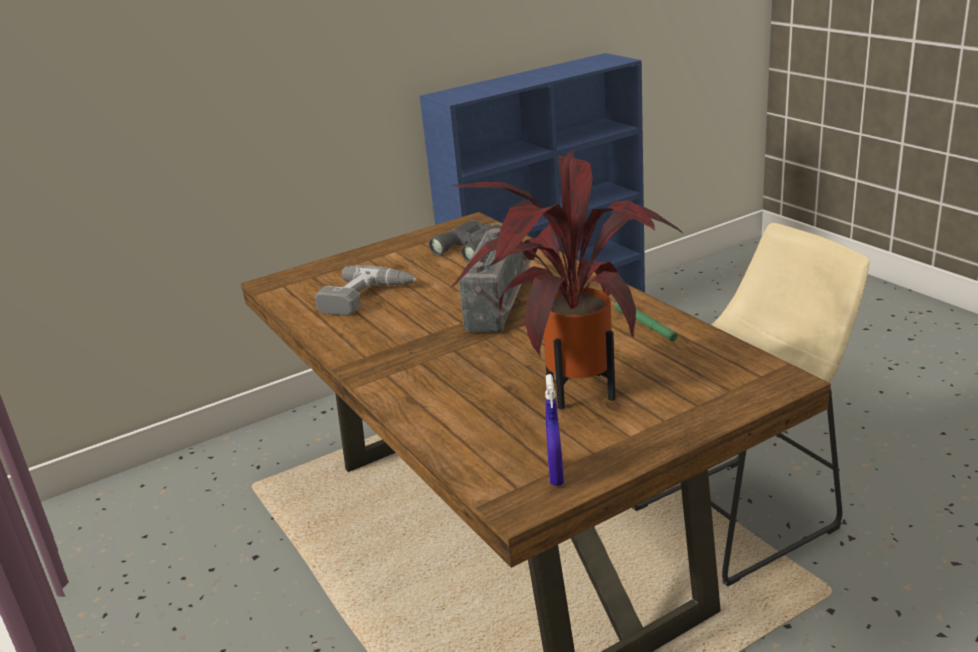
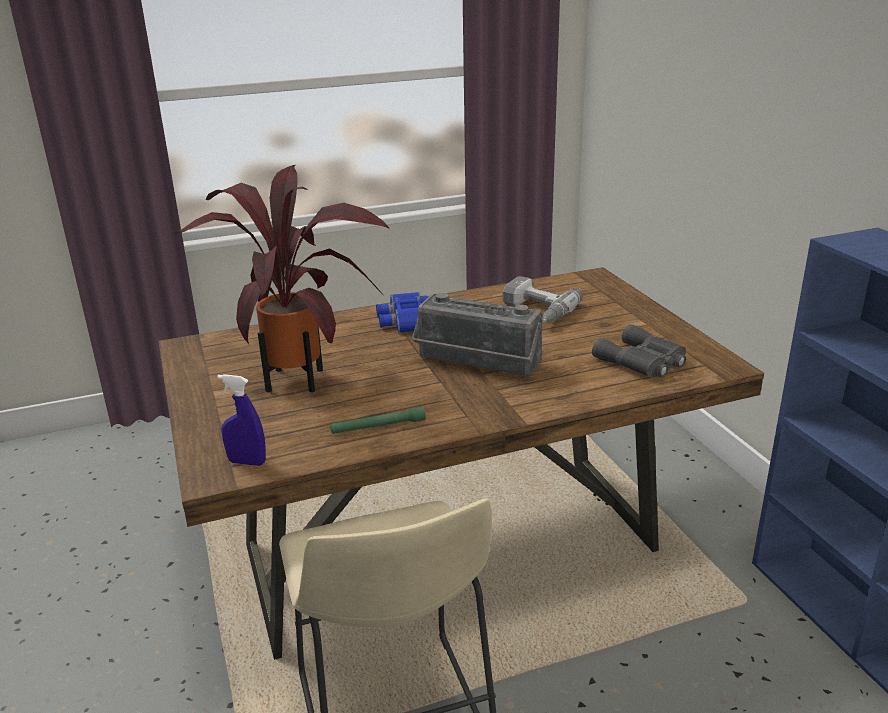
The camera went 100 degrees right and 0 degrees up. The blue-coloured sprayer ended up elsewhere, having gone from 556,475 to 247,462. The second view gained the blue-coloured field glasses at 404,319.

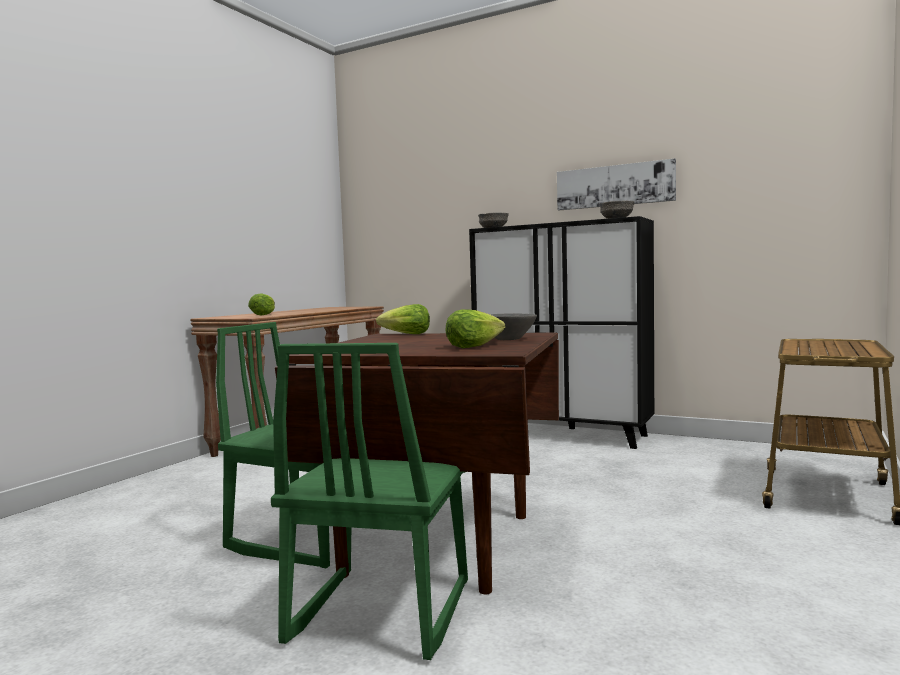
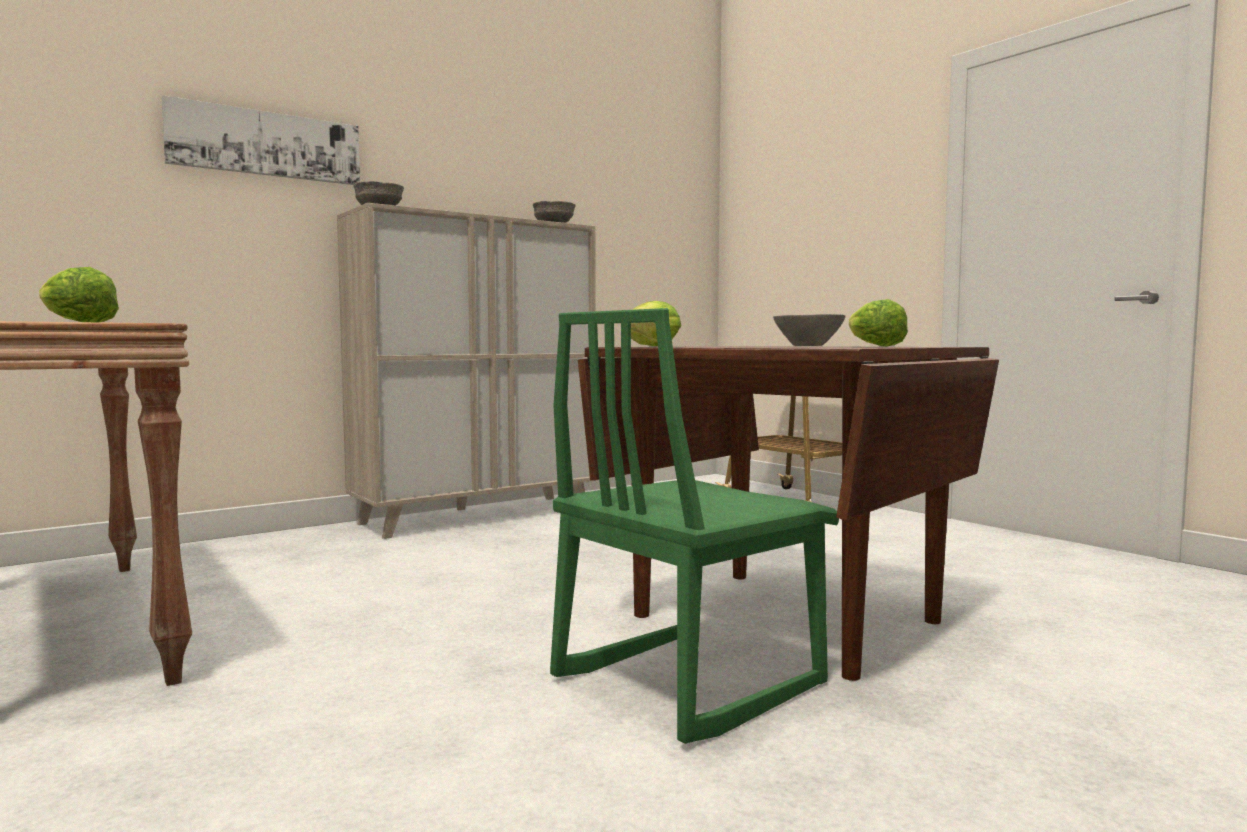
The camera went 65 degrees left and 0 degrees up. The wall art ended up elsewhere, having gone from 614,186 to 266,144. What was the blackish storage cabinet at 563,435 turned into the beige-coloured storage cabinet at 477,516. The second view lost the green-coloured plain chair at 379,611.

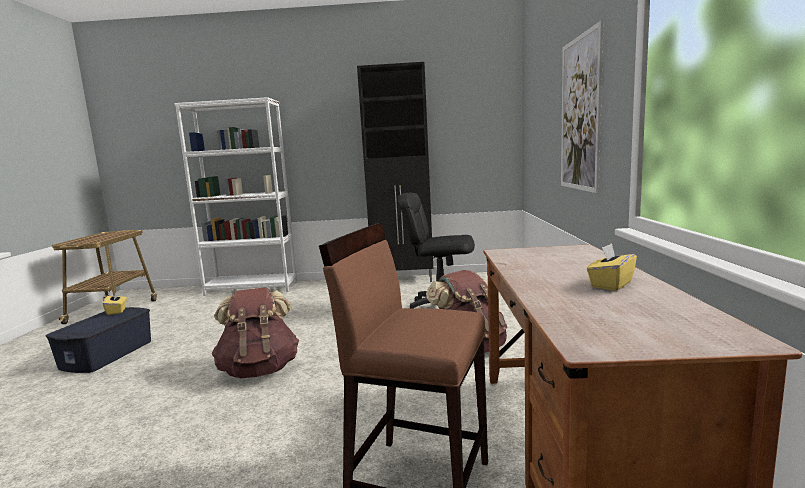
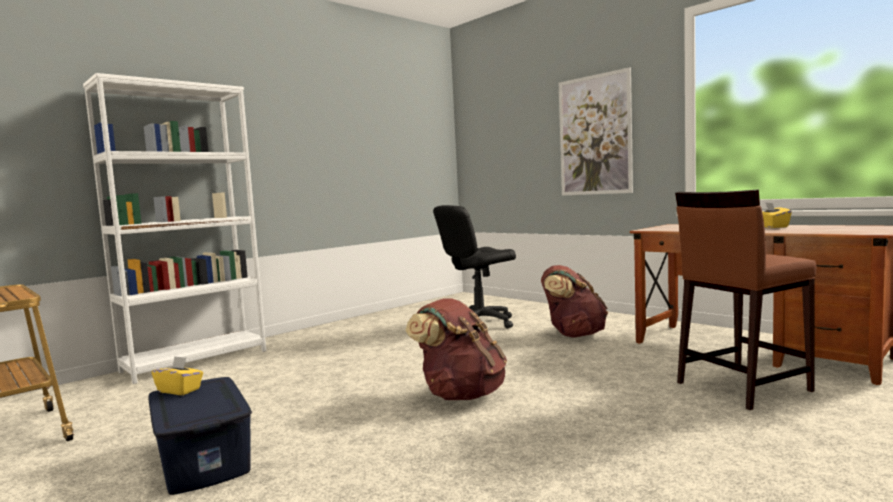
The camera went 45 degrees left and 5 degrees down. The second view lost the blackish storage cabinet at 404,280.

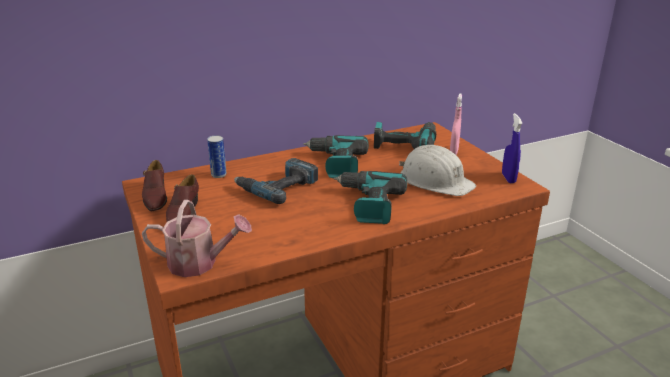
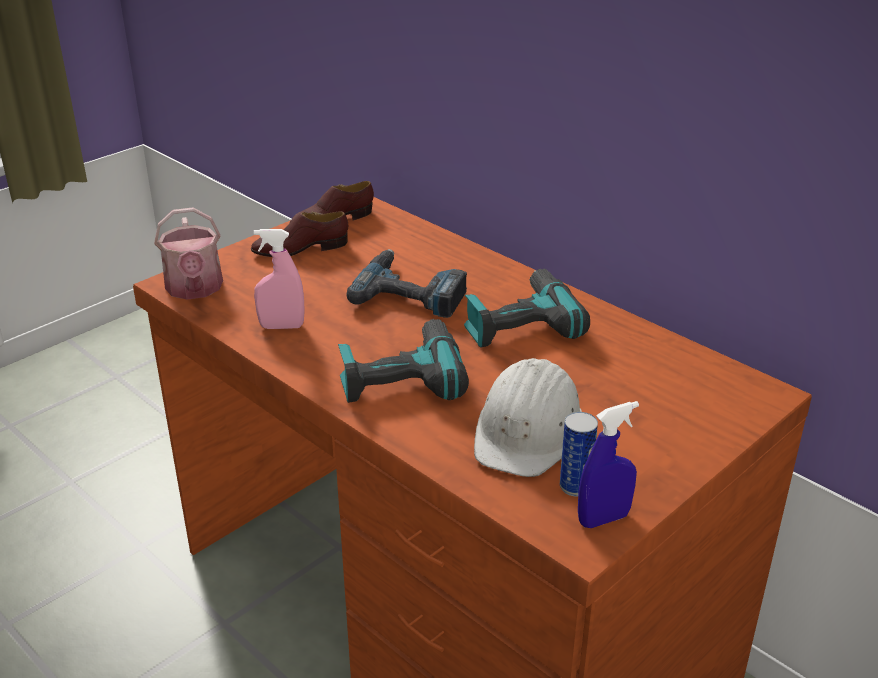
The camera went 70 degrees right and 5 degrees up. The pinkish sprayer ended up elsewhere, having gone from 453,152 to 282,326. The second view lost the power drill at 405,144. The can ended up elsewhere, having gone from 218,175 to 575,487.

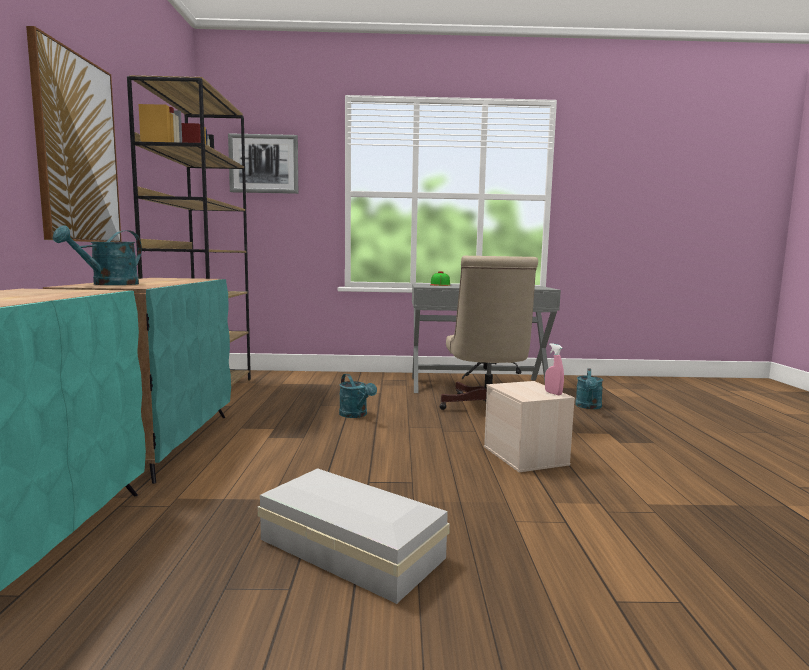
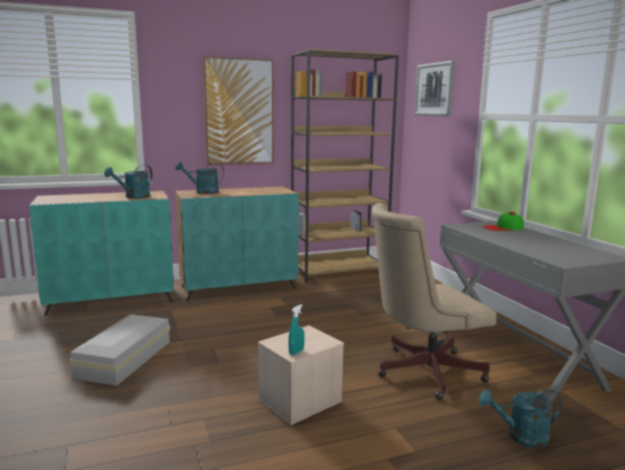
The camera went 70 degrees right and 5 degrees up. What was the pinkish sprayer at 553,393 turned into the blue-green sprayer at 296,352. The blue-green watering can ended up elsewhere, having gone from 356,415 to 133,197.

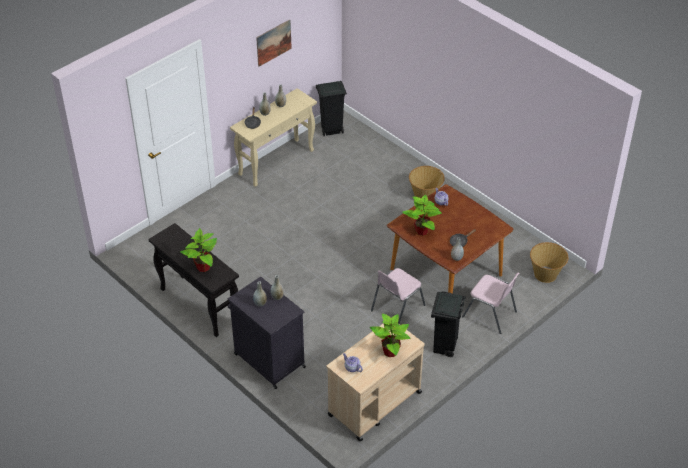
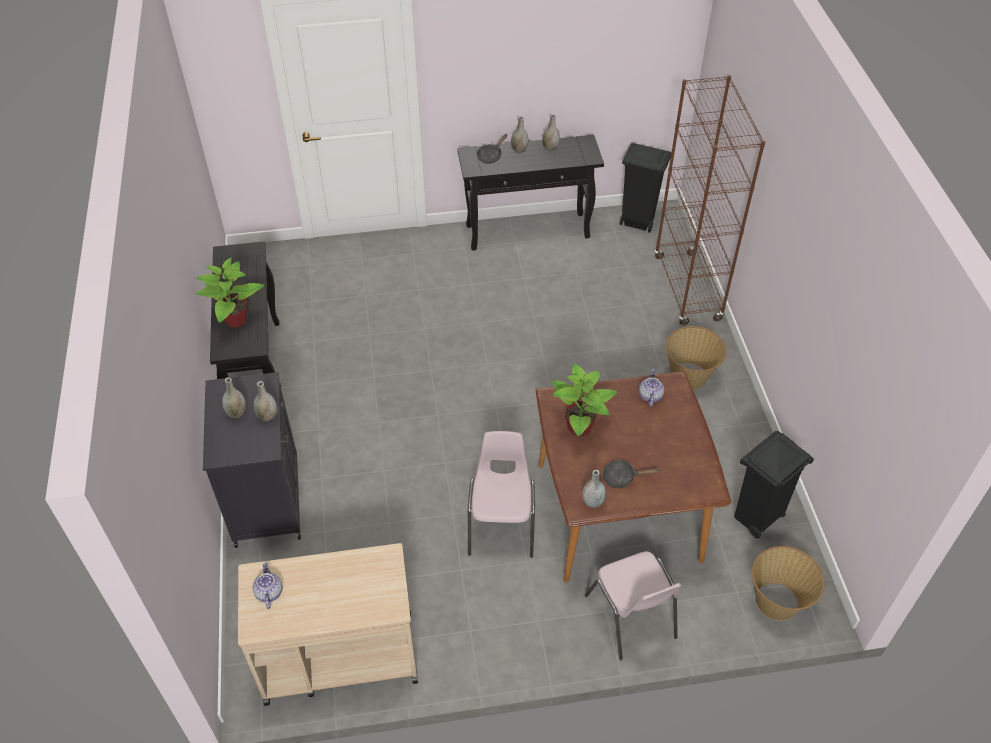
The camera went 35 degrees right and 5 degrees up. The second view lost the wall art at 273,42. What was the beige-coloured narrow table at 276,162 turned into the blackish narrow table at 528,231. The pinkish plain chair at 396,308 ended up facing another way, 105 degrees clockwise from before. The blackish trash can ended up elsewhere, having gone from 444,347 to 756,518. The second view lost the plant in a pot at 391,352. The second view gained the brown-coloured bookcase at 687,288.

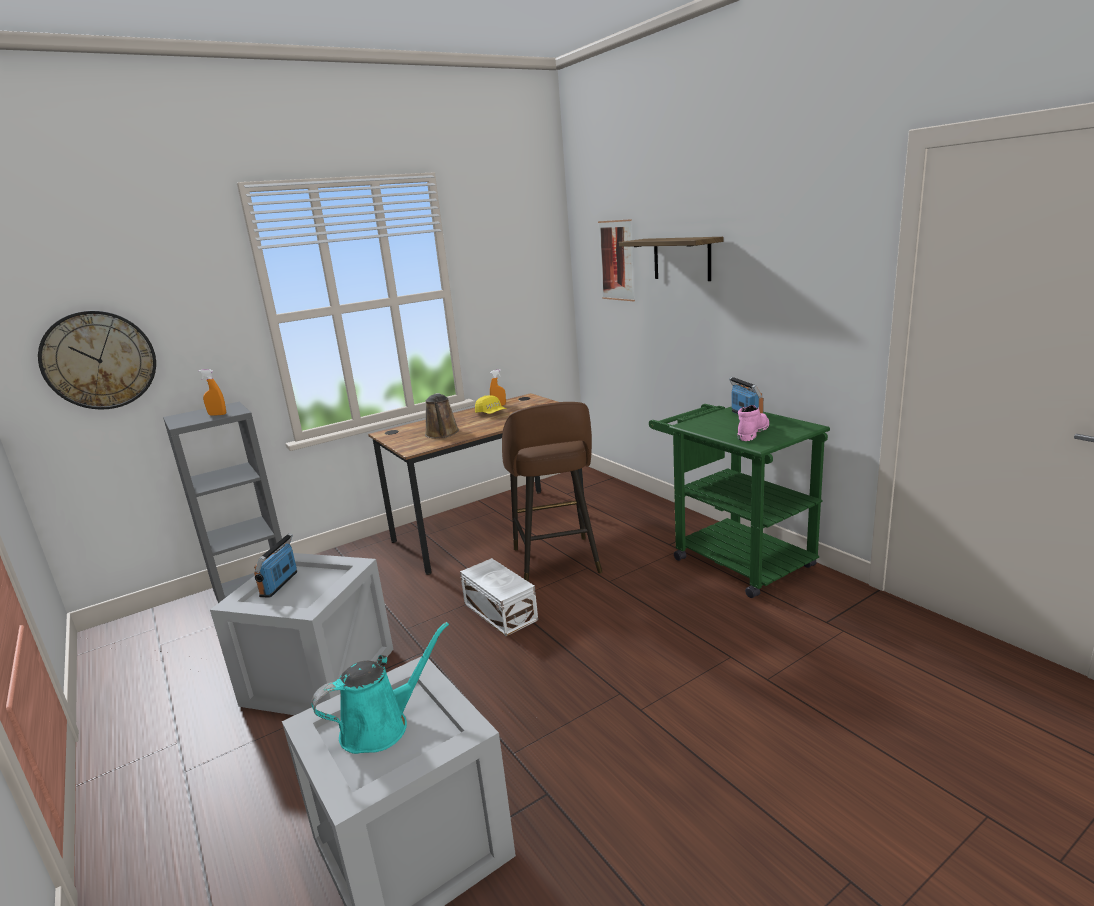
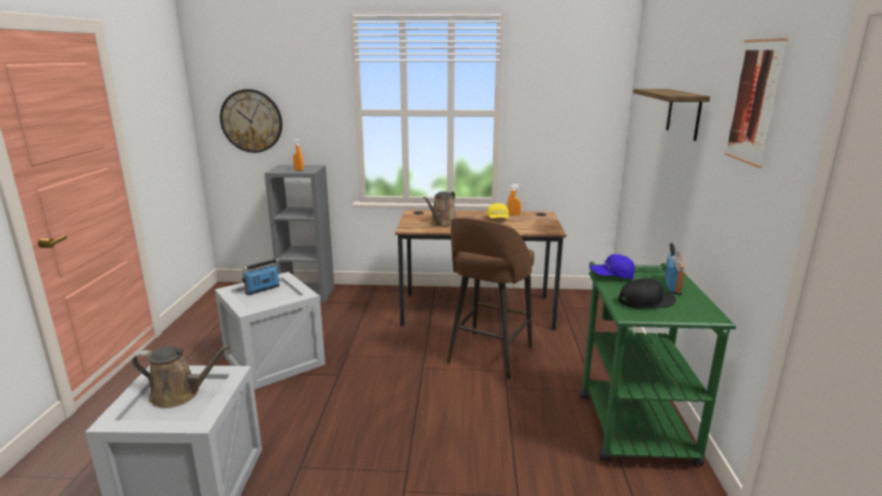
The camera went 35 degrees right and 0 degrees up. The wall art ended up elsewhere, having gone from 617,260 to 754,102. Where the pinkish high-top boot stood at 752,432, the blackish cap came to stand at 646,302. The second view lost the white-coloured storage box at 500,611. What was the blue-green watering can at 381,726 turned into the brown-coloured watering can at 179,394. The second view gained the blue-coloured cap at 611,276.

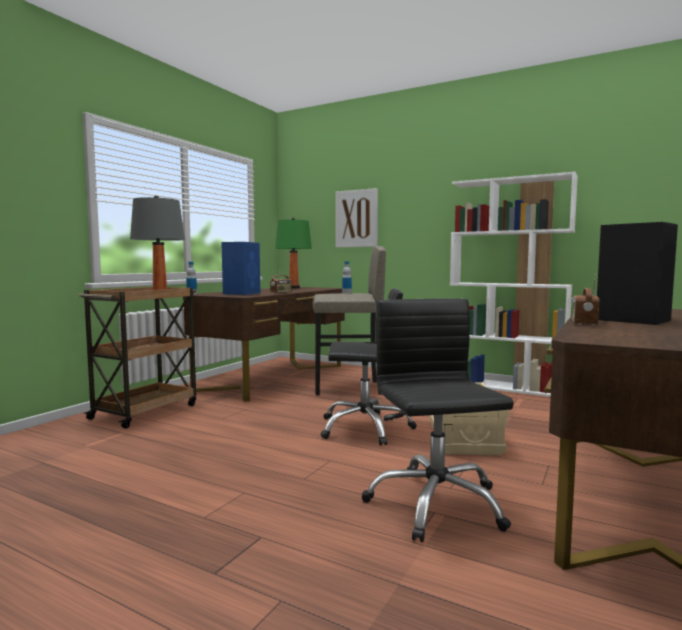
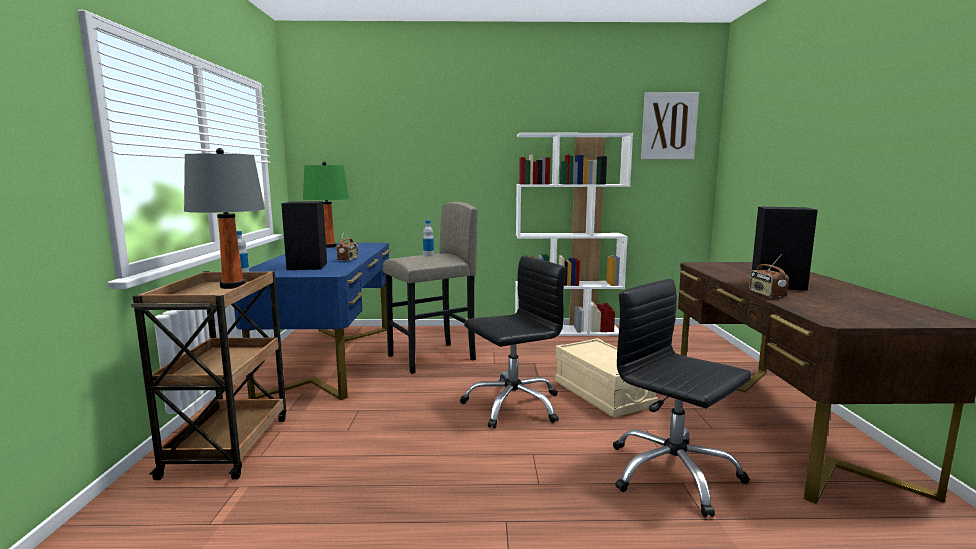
The camera went 30 degrees left and 5 degrees up. The wall art ended up elsewhere, having gone from 356,218 to 669,126. What was the blue-coloured loudspeaker at 242,293 turned into the blackish loudspeaker at 307,266. What was the brown-coloured desk at 273,377 turned into the blue-coloured desk at 331,358.

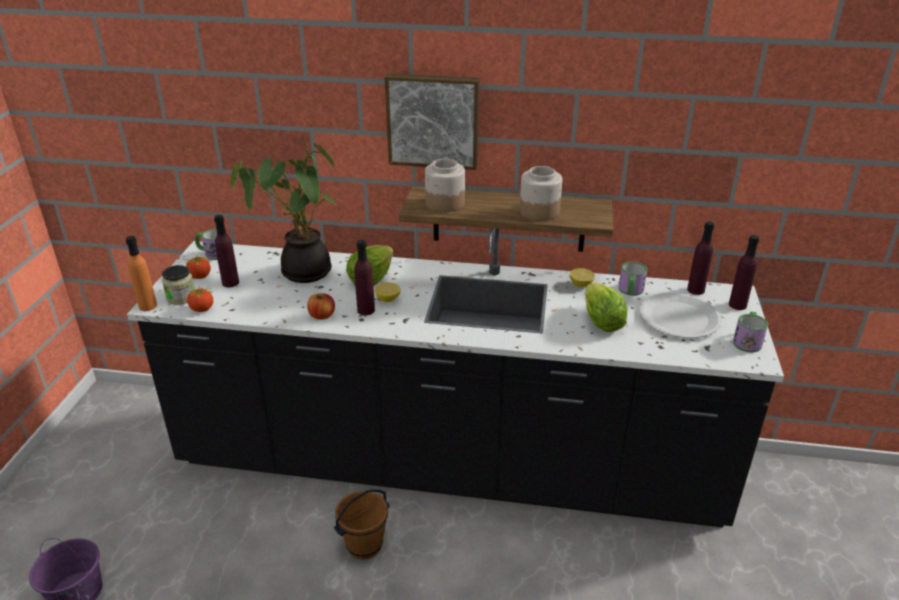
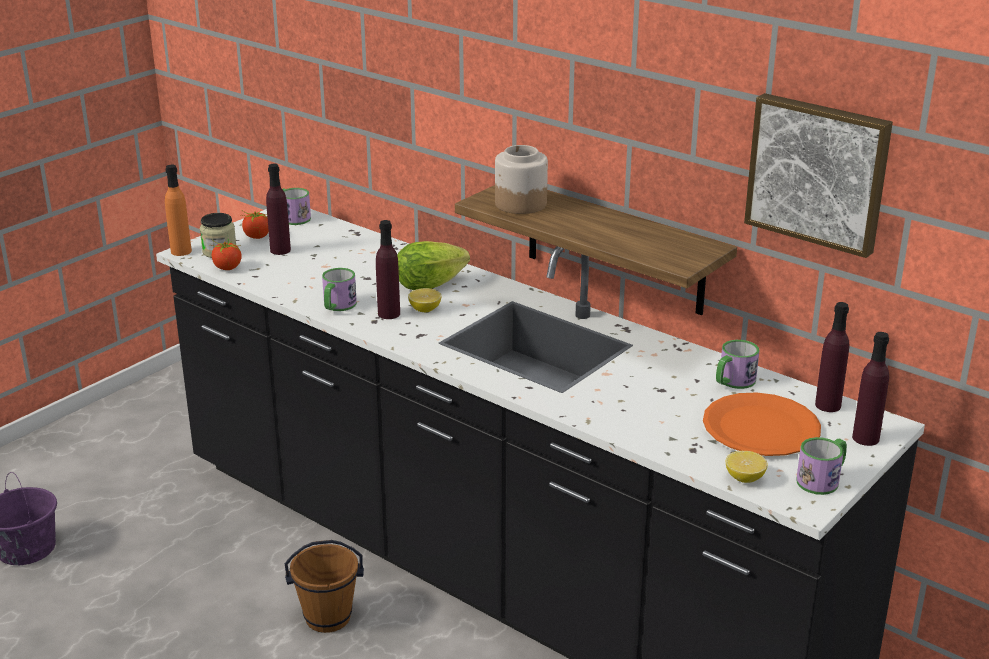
The camera went 30 degrees right and 5 degrees down. The wall art ended up elsewhere, having gone from 433,120 to 818,172. The second view lost the plant in a pot at 302,272. The second view lost the storage jar at 539,211. The whole lemon ended up elsewhere, having gone from 581,284 to 744,478. The second view lost the head of lettuce at 601,322. Where the whole apple stood at 322,315, the mug came to stand at 337,306. What was the white-coloured plate at 679,317 turned into the orangey plate at 760,428.

